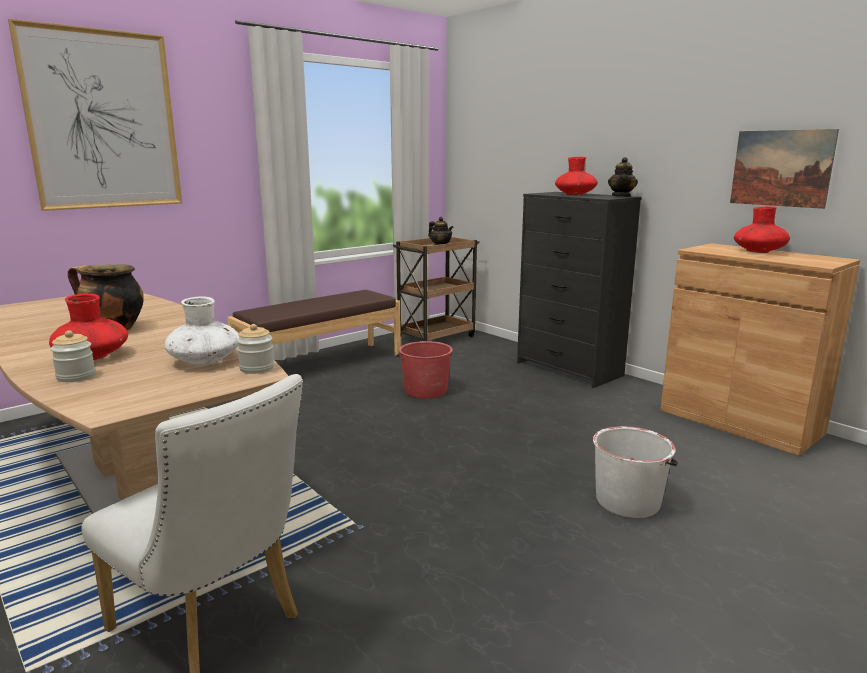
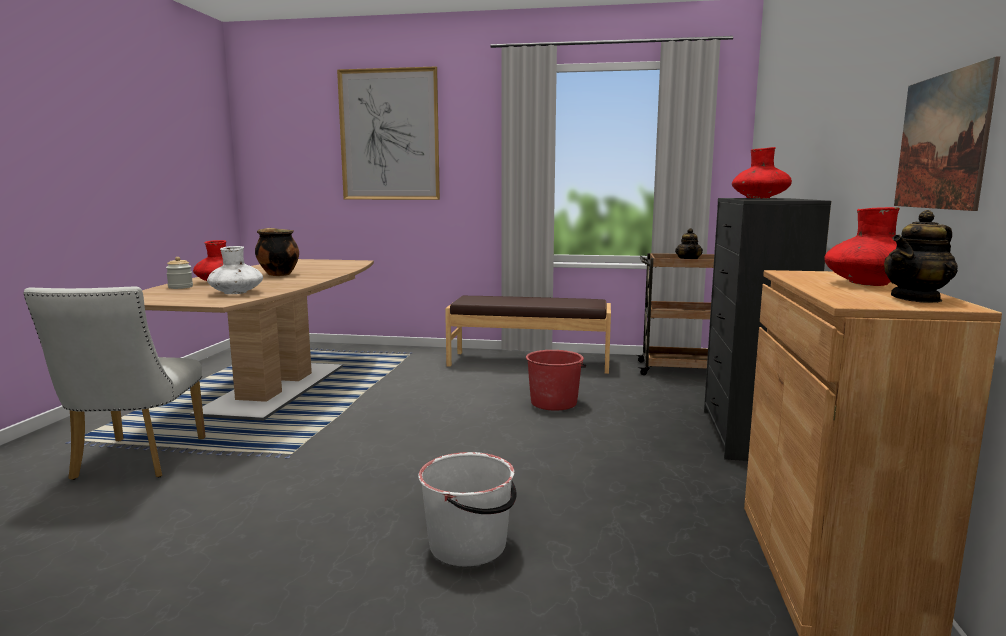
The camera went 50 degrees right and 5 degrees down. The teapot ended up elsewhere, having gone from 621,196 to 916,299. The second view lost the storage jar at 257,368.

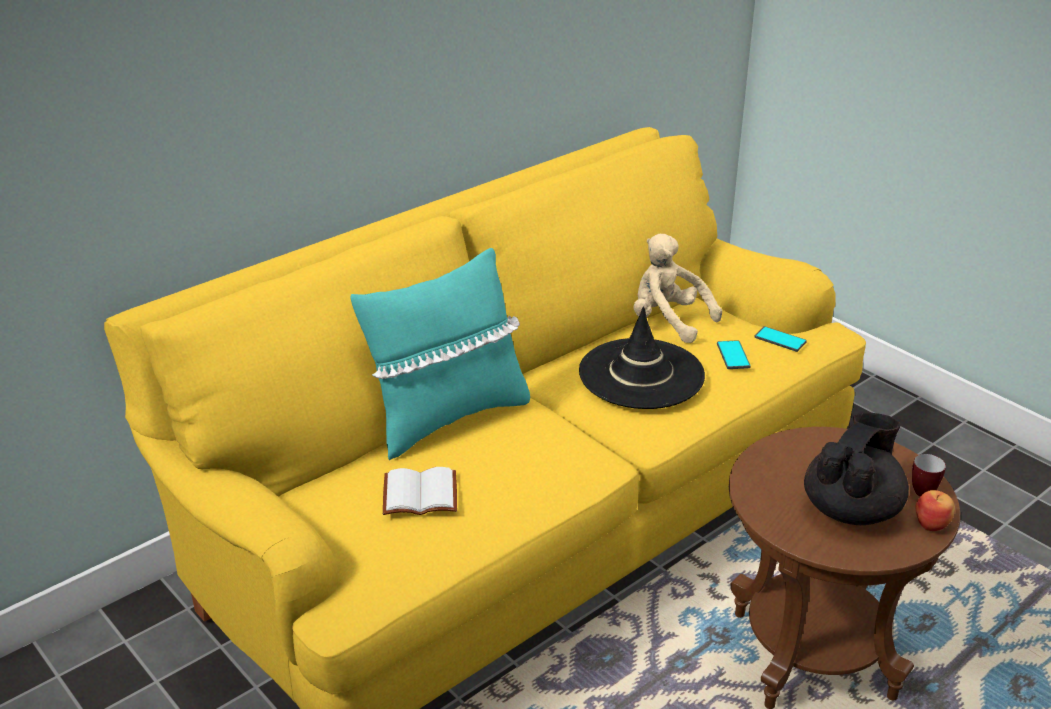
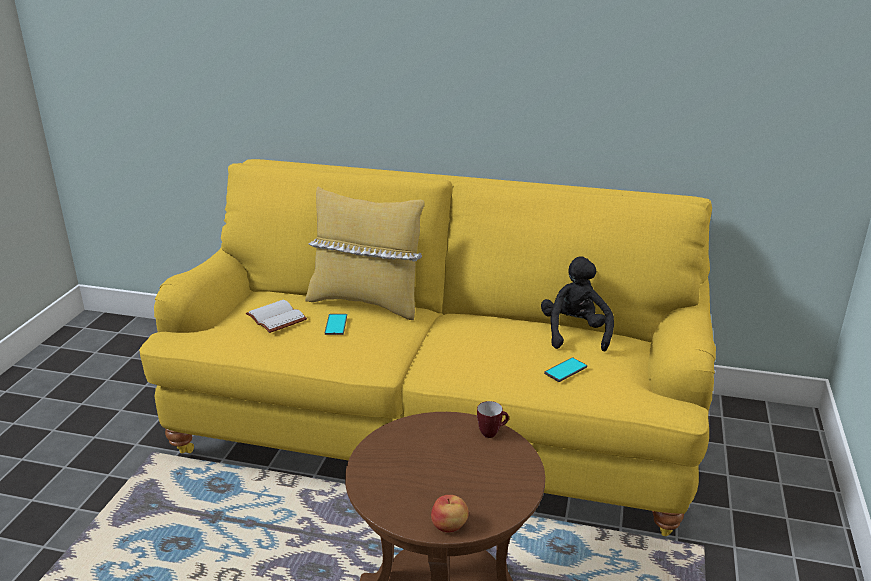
The camera went 55 degrees right and 5 degrees down. What was the beige-coloured soft toy at 668,321 turned into the blackish soft toy at 575,333. What was the blue-green pillow at 447,418 turned into the yellow pillow at 366,302. The second view lost the blackish clothing hat at 641,374. The telephone ended up elsewhere, having gone from 780,340 to 336,325. The second view lost the blackish teapot at 851,509. The mug ended up elsewhere, having gone from 922,490 to 492,433.

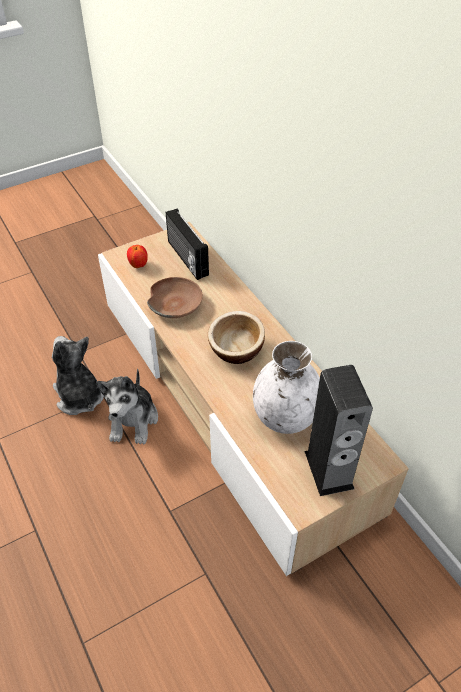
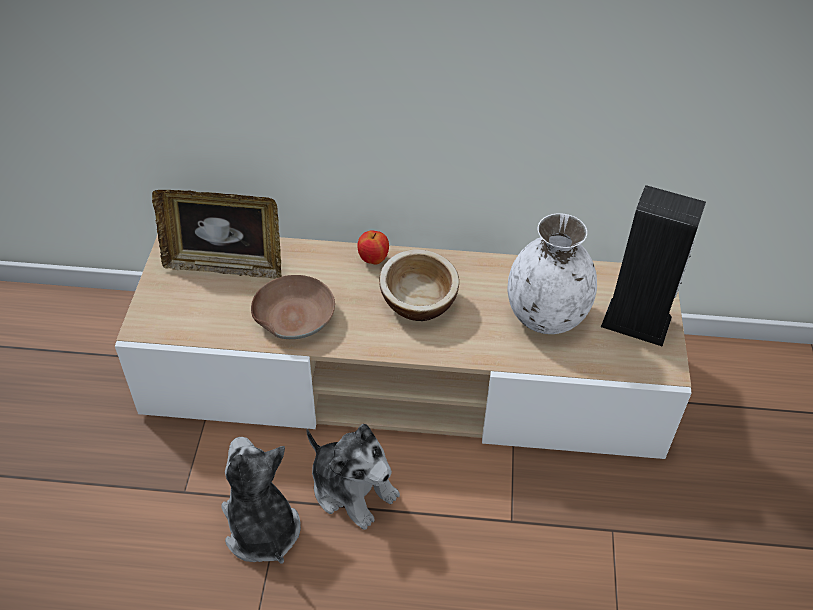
The camera went 55 degrees left and 0 degrees up. Where the radio set stood at 186,258, the picture frame came to stand at 225,265. The whole apple ended up elsewhere, having gone from 138,265 to 373,260. The soft toy at 79,396 ended up facing another way, 60 degrees clockwise from before.

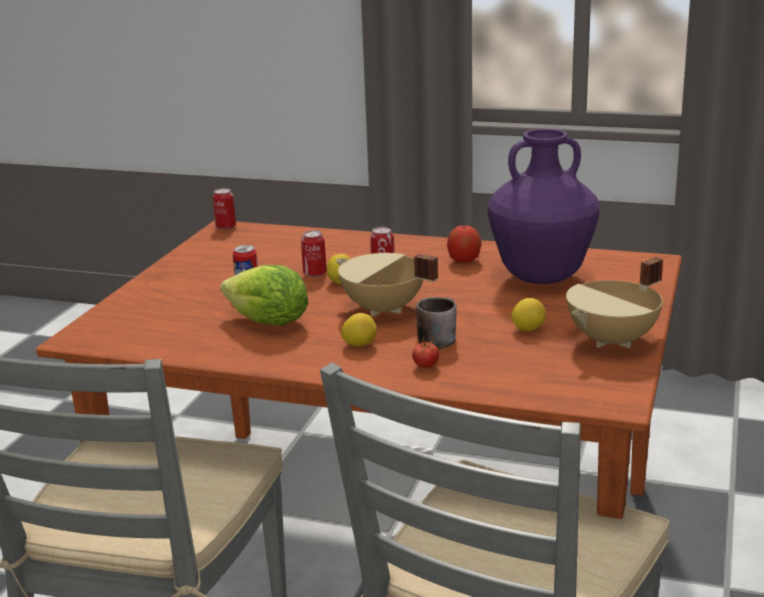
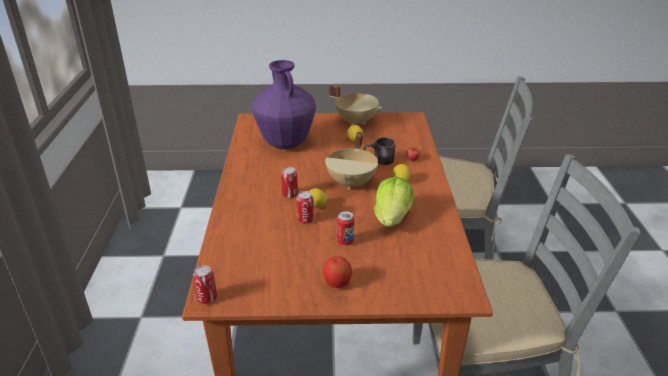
The camera went 110 degrees left and 10 degrees up. The whole apple ended up elsewhere, having gone from 464,260 to 337,283.

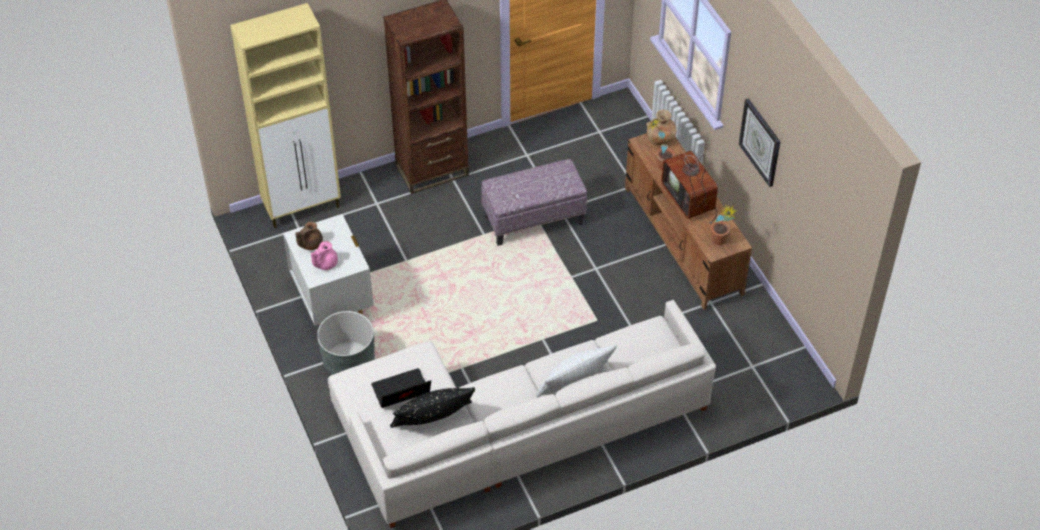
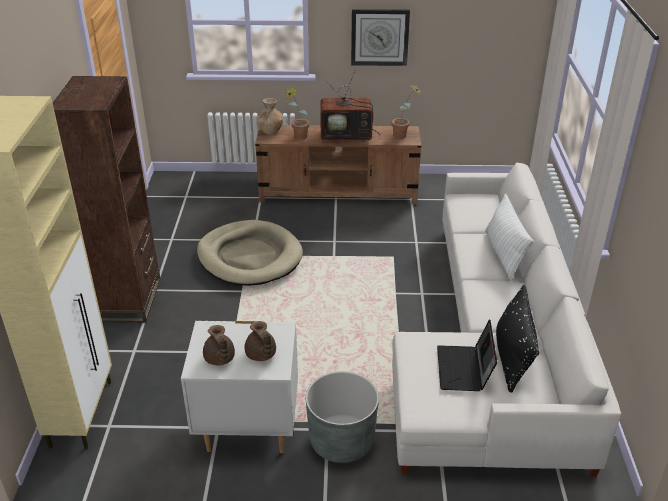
The camera went 65 degrees left and 15 degrees down. Where the footrest stood at 533,219, the beige-coloured pet bed came to stand at 249,257. What was the pinkish teapot at 325,263 turned into the brown-coloured teapot at 261,355.

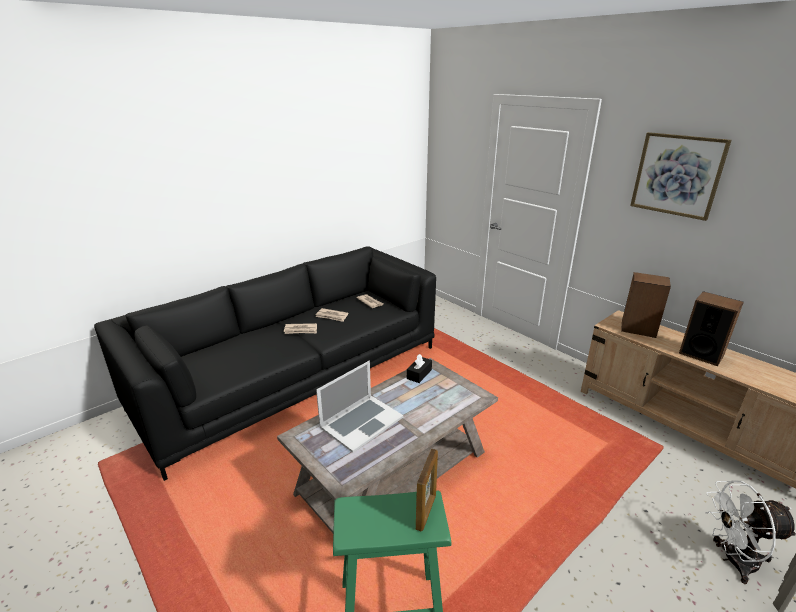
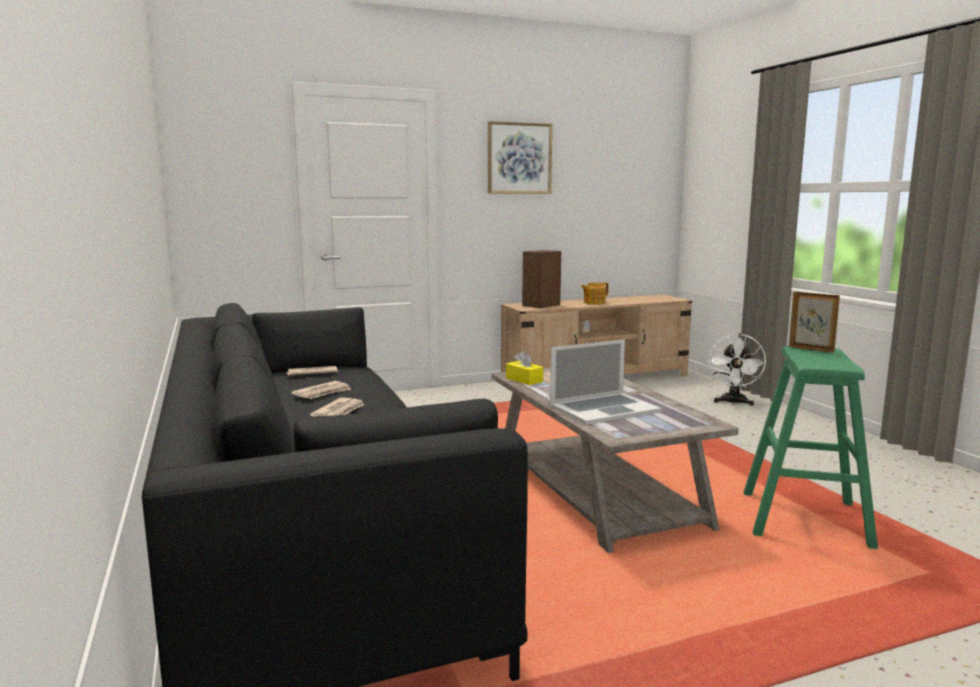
The camera went 70 degrees left and 15 degrees down. Where the loudspeaker stood at 701,354, the teapot came to stand at 593,302. What was the blackish tissue box at 419,374 turned into the yellow tissue box at 524,380. The notebook computer at 361,422 ended up facing another way, 90 degrees clockwise from before.

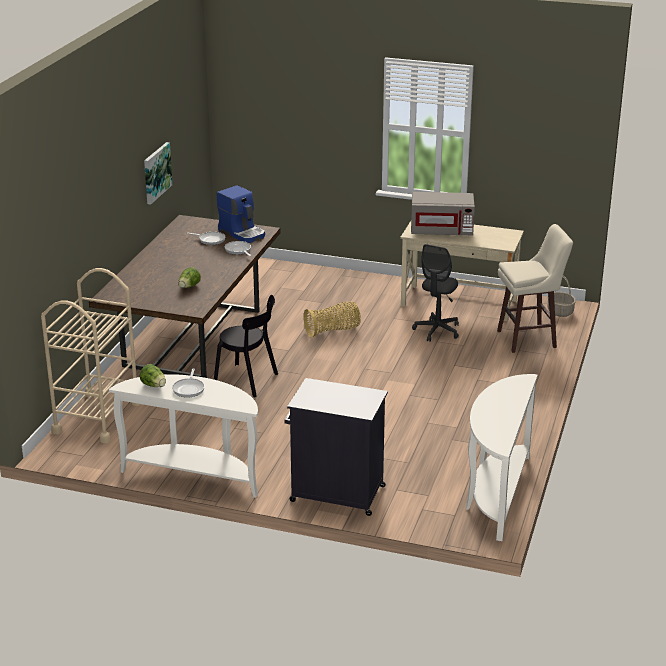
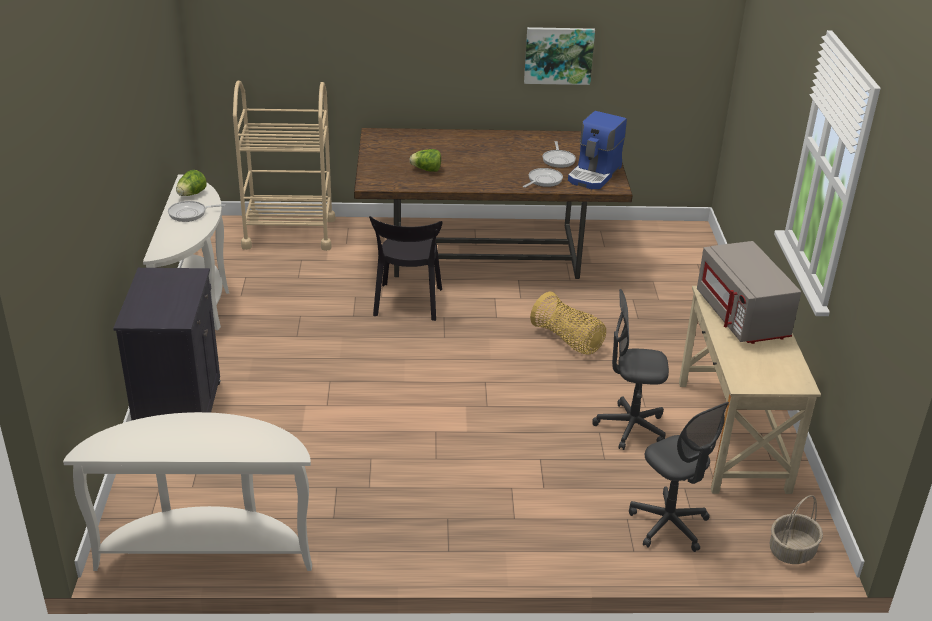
The camera went 70 degrees right and 5 degrees up. Where the beige-coloured stool stood at 528,339, the grey desk chair came to stand at 669,525.

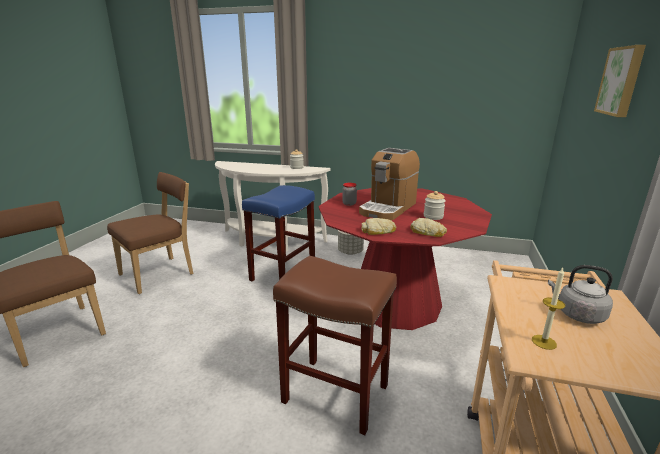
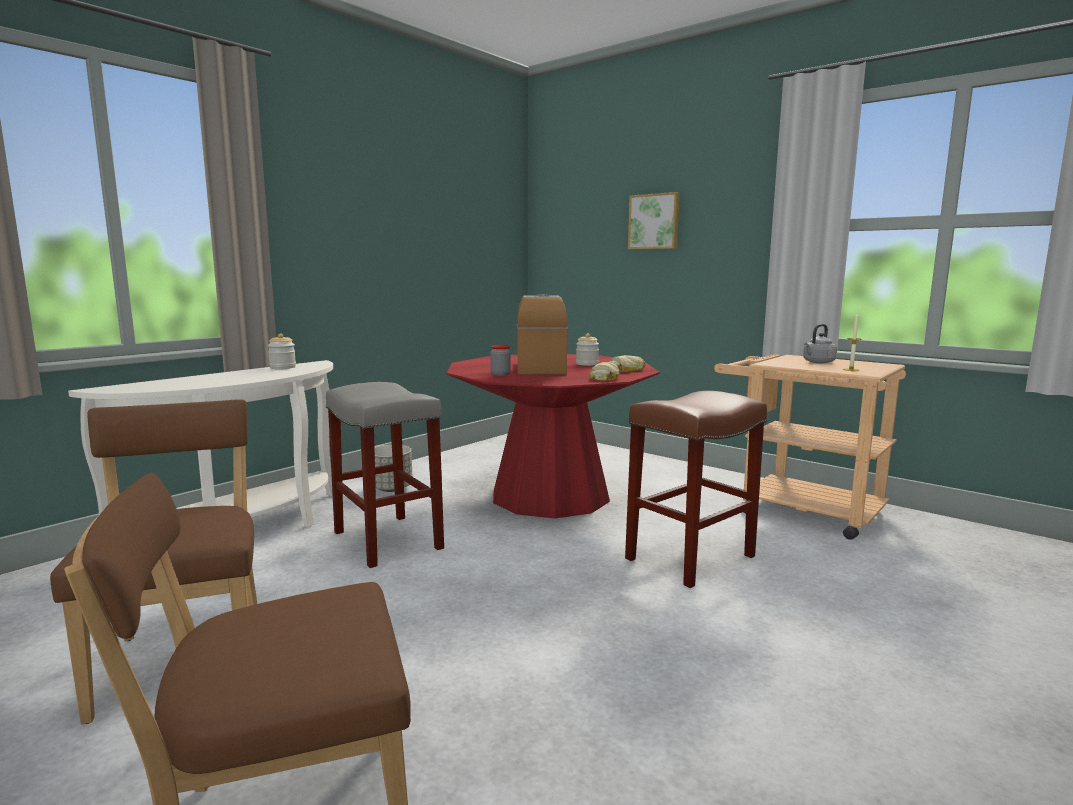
The camera went 65 degrees left and 10 degrees down. The coffee maker at 388,208 ended up facing another way, 150 degrees counterclockwise from before. What was the blue-coloured stool at 283,273 turned into the grey stool at 386,540.

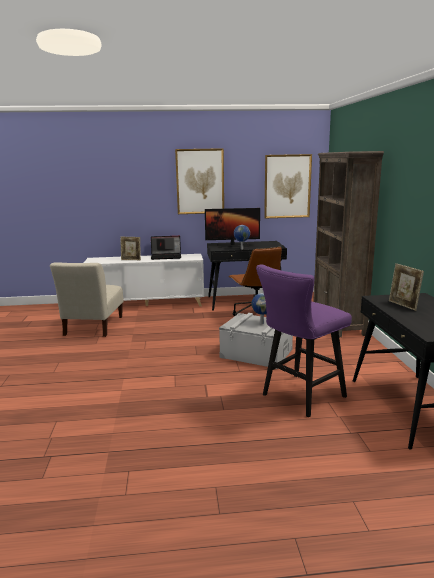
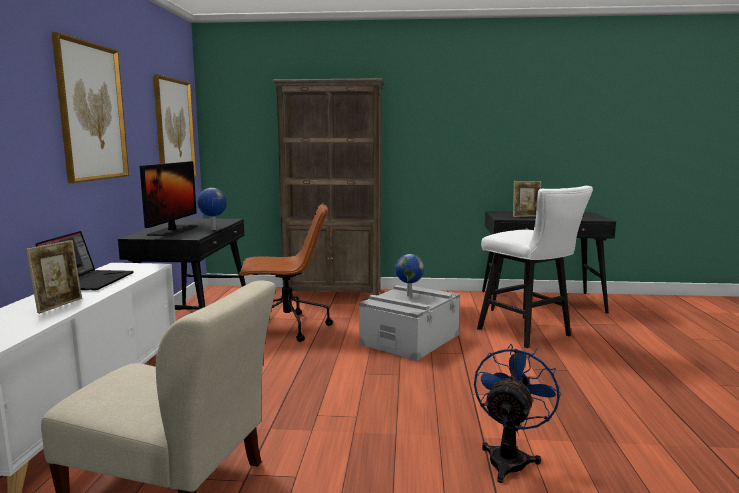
The camera went 80 degrees left and 5 degrees down. What was the purple-coloured stool at 299,397 turned into the white-coloured stool at 529,334. The second view gained the blue-coloured cooling fan at 509,458.

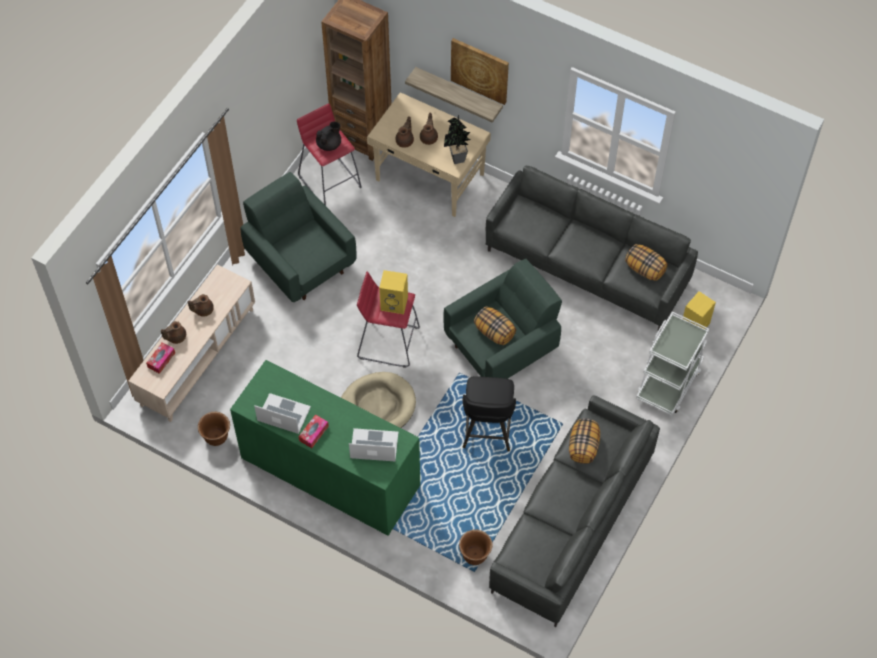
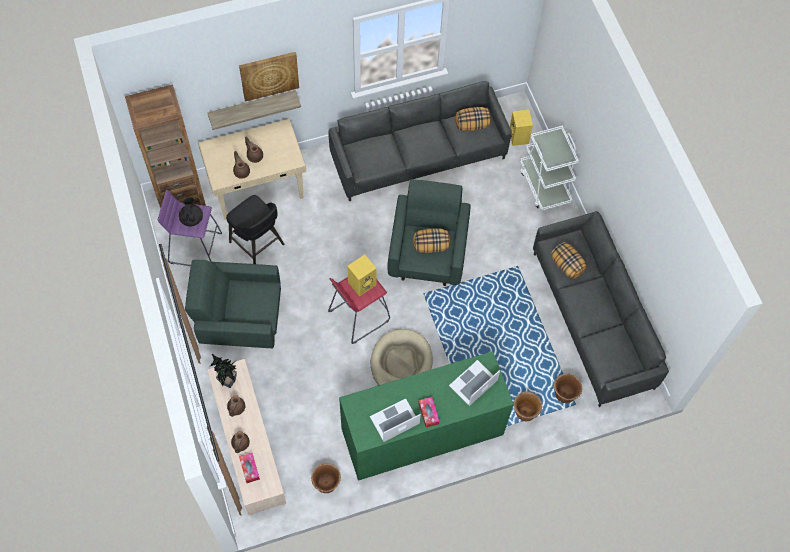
The camera went 50 degrees left and 5 degrees up. What was the red-coloured stool at 330,181 turned into the purple-coloured stool at 195,247. The plant in a pot ended up elsewhere, having gone from 457,160 to 229,383. The blackish stool ended up elsewhere, having gone from 487,430 to 258,244. The second view gained the brown-coloured planter at 525,412.

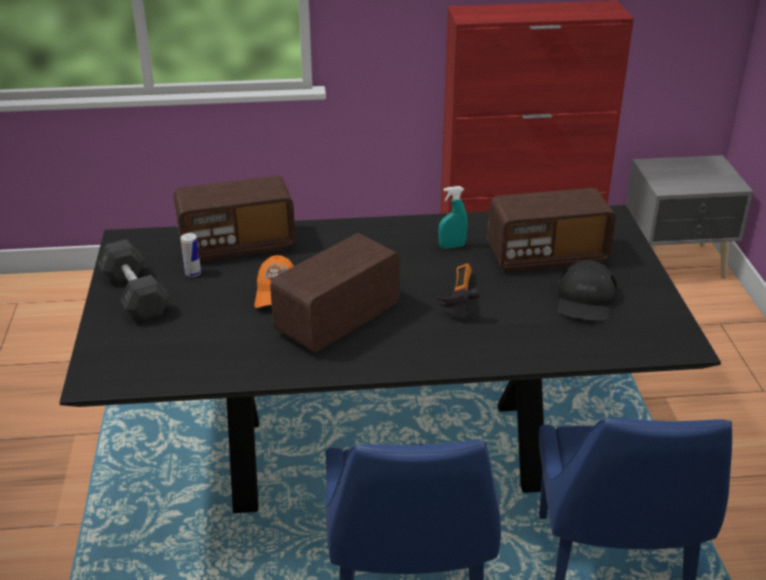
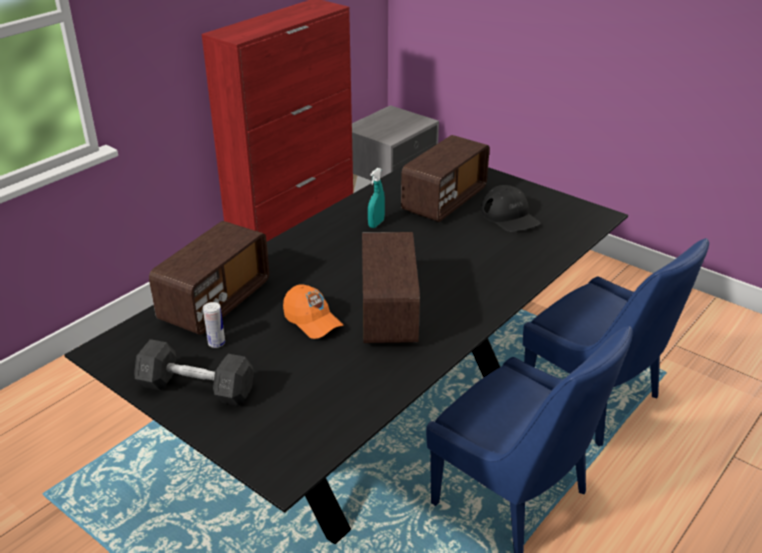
The camera went 45 degrees left and 0 degrees up. The second view lost the hammer at 456,297.

